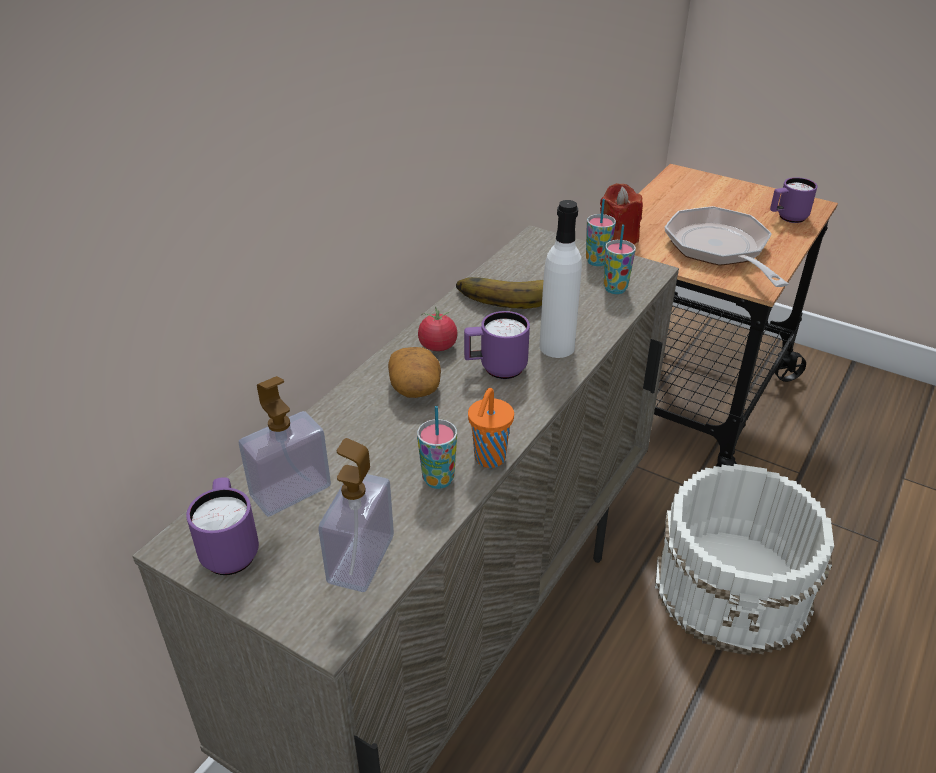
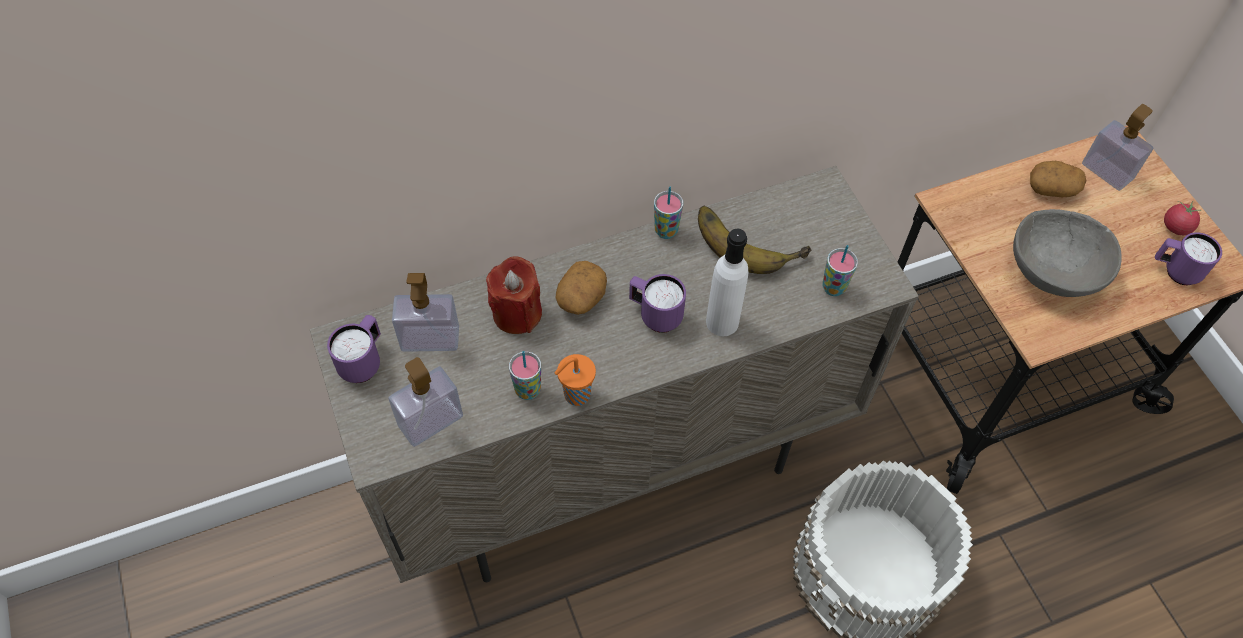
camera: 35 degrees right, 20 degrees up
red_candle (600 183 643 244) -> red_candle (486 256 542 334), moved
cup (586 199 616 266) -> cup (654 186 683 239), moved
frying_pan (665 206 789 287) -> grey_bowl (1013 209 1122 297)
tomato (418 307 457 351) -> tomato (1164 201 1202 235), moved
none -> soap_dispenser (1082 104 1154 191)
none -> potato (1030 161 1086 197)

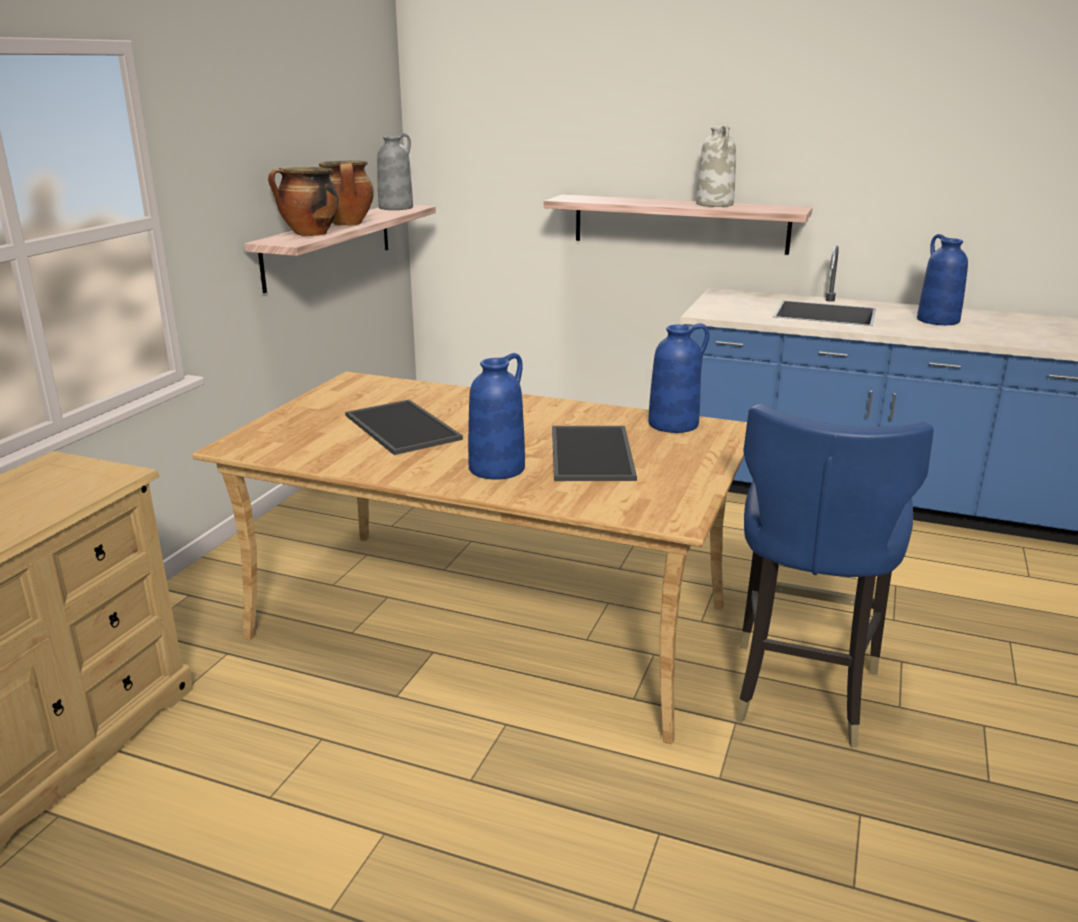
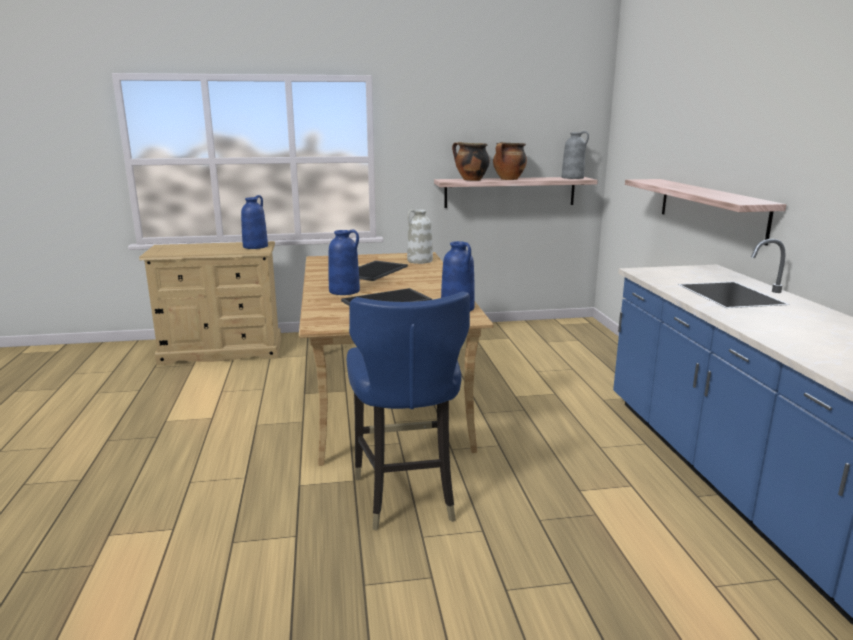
camera: 60 degrees right, 5 degrees down
white_vase (696 125 736 207) -> white_vase (407 209 433 264), moved
blue_vase (917 234 968 325) -> blue_vase (241 195 268 249), moved
blue_chair (735 404 934 747) -> blue_chair (347 291 470 530), 90 degrees counterclockwise

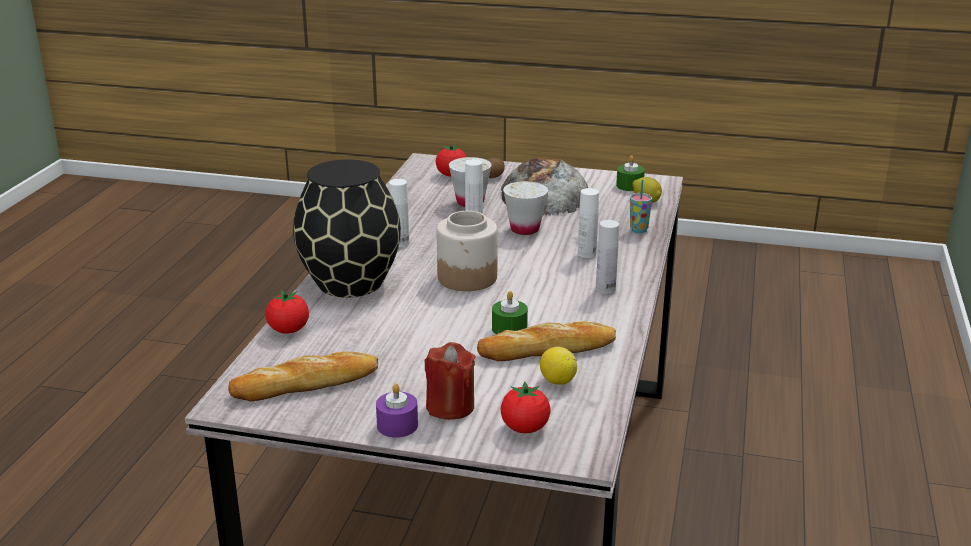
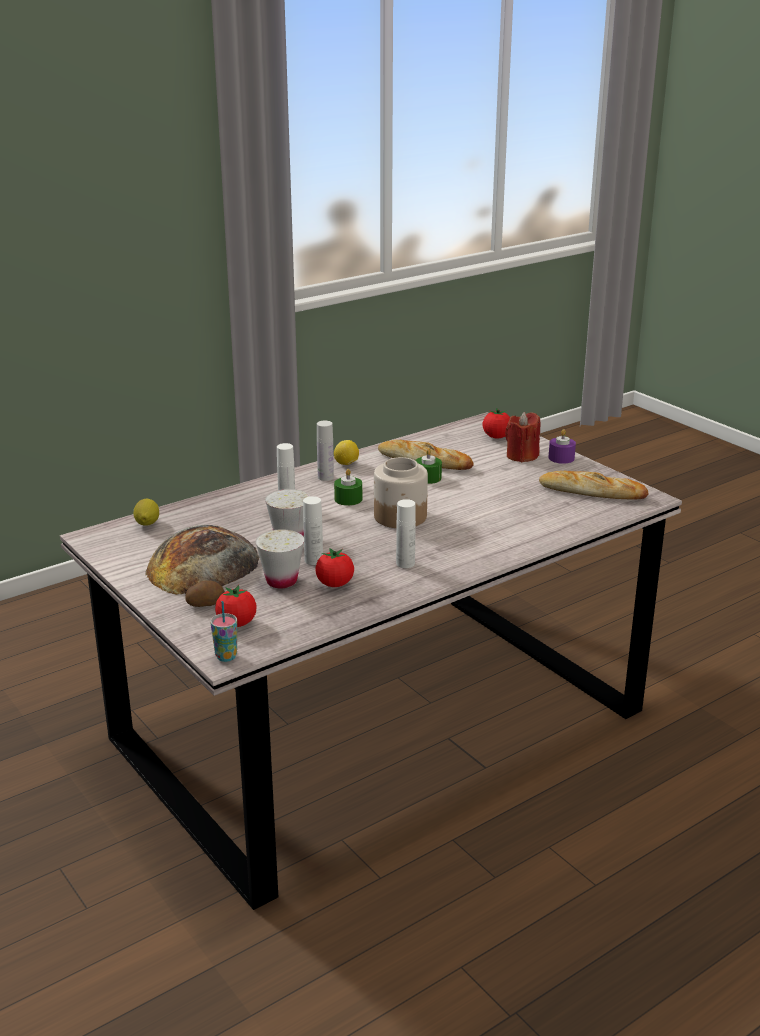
camera: 140 degrees left, 0 degrees up
green_candle (616 155 645 191) -> green_candle (334 469 362 506), moved
black_vase (293 159 401 298) -> none
cup (630 180 652 233) -> cup (210 601 237 662), moved
tomato (265 290 309 334) -> tomato (315 548 354 587), moved
lemon (540 347 577 385) -> lemon (334 440 359 465), moved

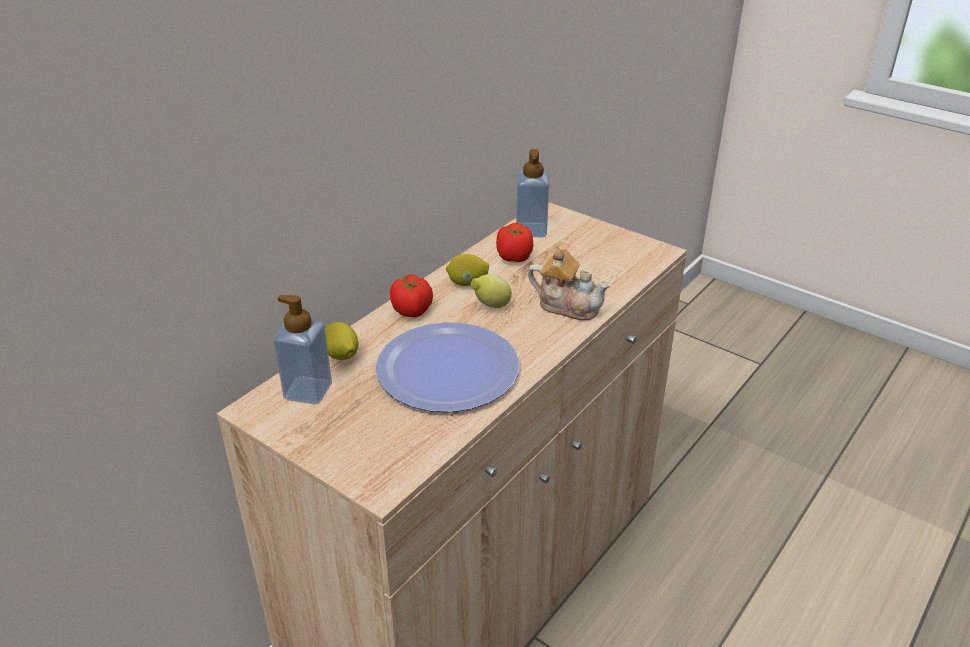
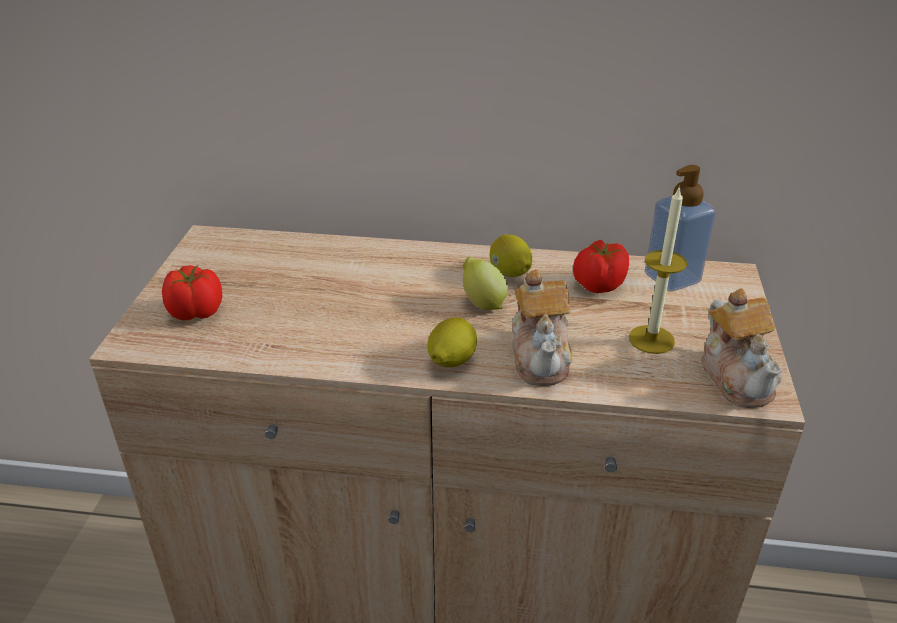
camera: 60 degrees right, 0 degrees up
tomato (390 274 433 318) -> tomato (162 265 222 320), moved
soap_dispenser (274 295 332 404) -> none
lemon (325 322 358 360) -> lemon (427 317 477 367), moved
plate (376 322 519 412) -> none
none -> candle (629 185 687 354)
none -> teapot (701 288 782 408)

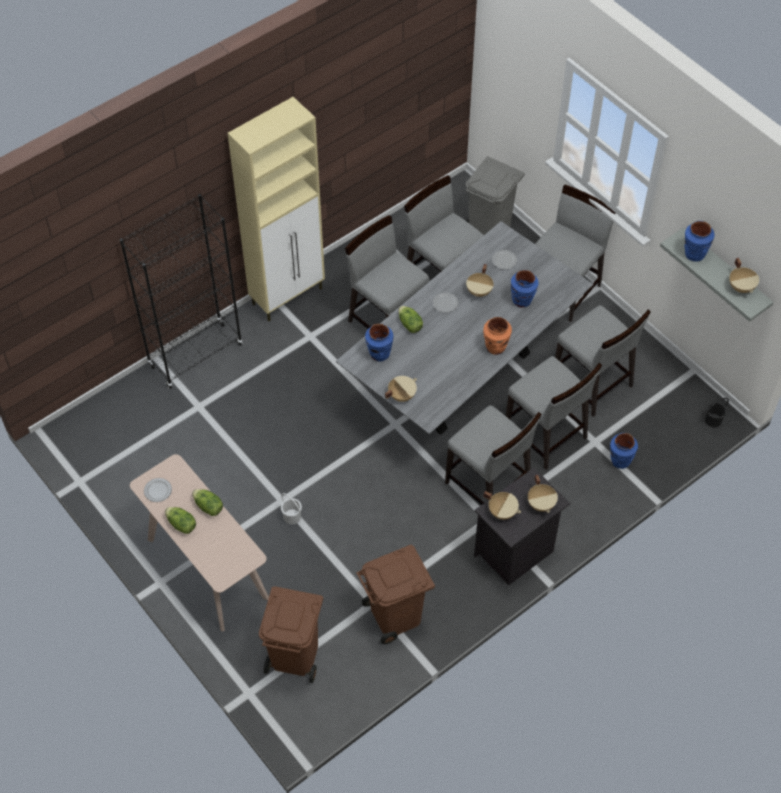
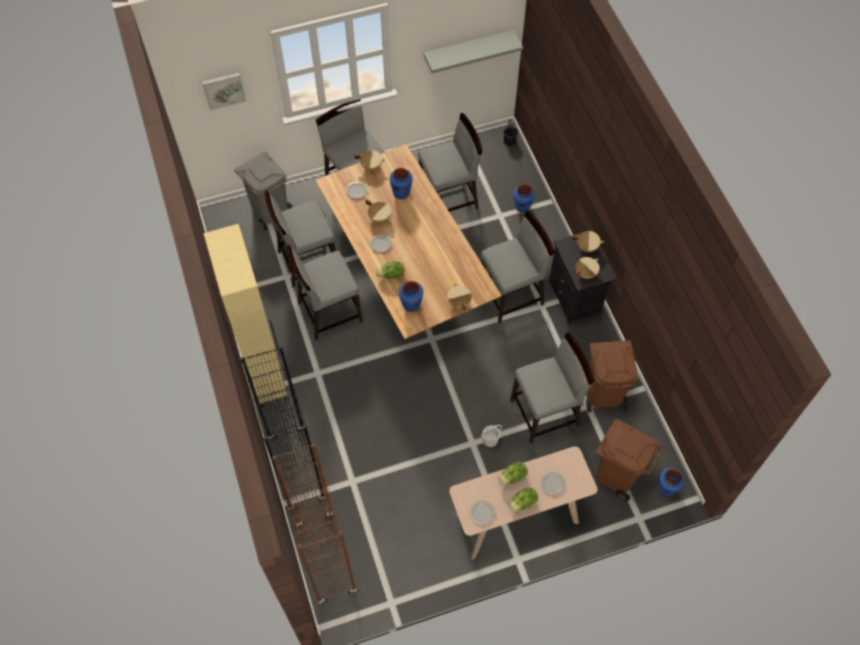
camera: 70 degrees left, 5 degrees up
grey_dining_table (336 221 594 435) -> brown_dining_table (315 144 502 339)
blue_vase (684 221 715 261) -> blue_vase (659 467 685 496), moved
beige_cooking_pot (729 258 759 293) -> beige_cooking_pot (354 150 385 170), moved
orange_vase (483 317 512 355) -> none
grey_chair (506 356 602 470) -> grey_chair (510 332 594 443), moved
none -> picture (202 72 246 110)
none -> brown_bookcase (272 443 357 605)
none -> plate (541 472 566 495)

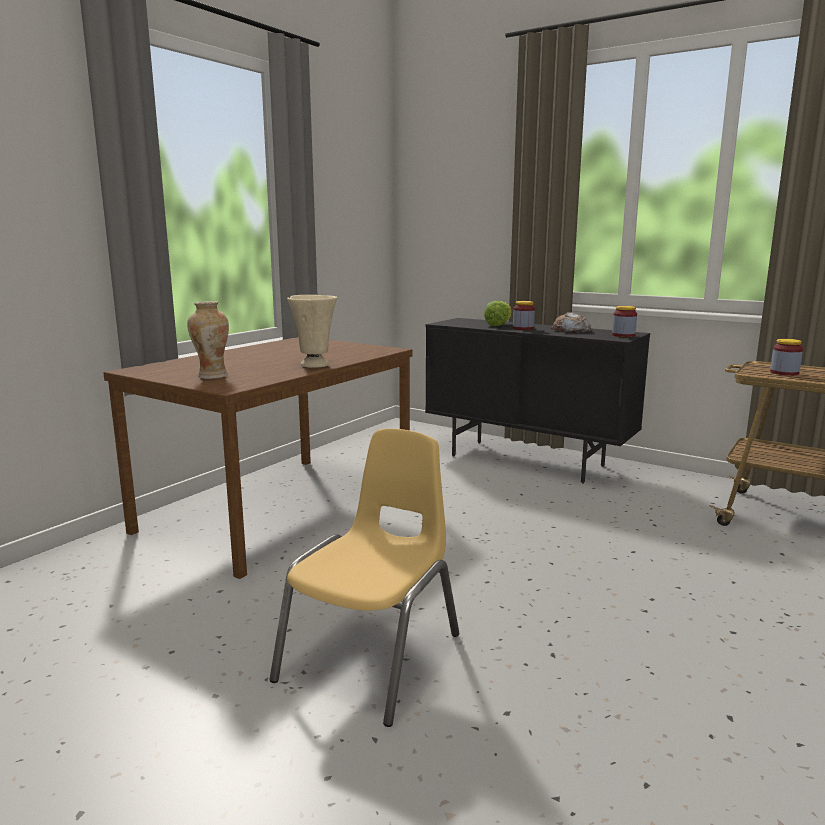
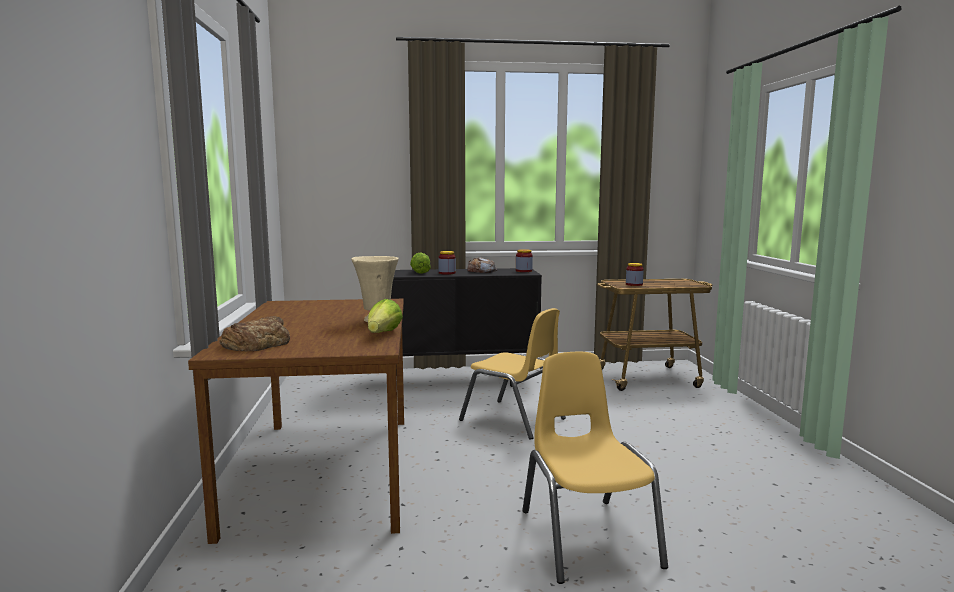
camera: 40 degrees left, 5 degrees down
vase (187 301 229 379) -> none
none -> lettuce (368 299 403 333)
none -> yellow_chair (459 308 566 440)
none -> bread (219 316 290 351)

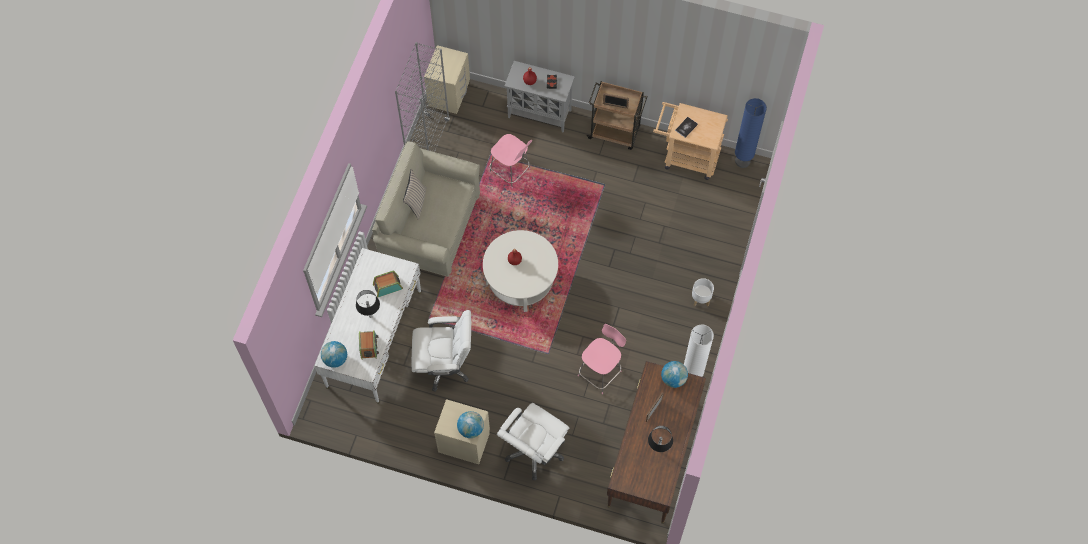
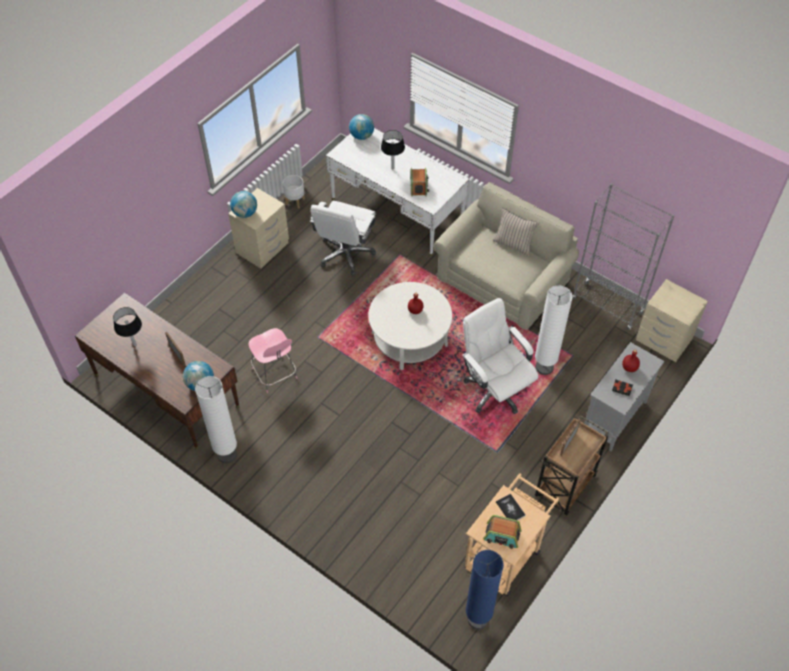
camera: 110 degrees right, 10 degrees down
pink_chair (489 134 532 189) -> white_floor_lamp (535 285 573 375)
white_planter (692 278 714 306) -> white_planter (283 175 305 209), moved
radio (359 330 379 360) -> radio (483 515 522 549), moved
white_office_chair (497 403 569 480) -> white_office_chair (462 298 538 414), moved

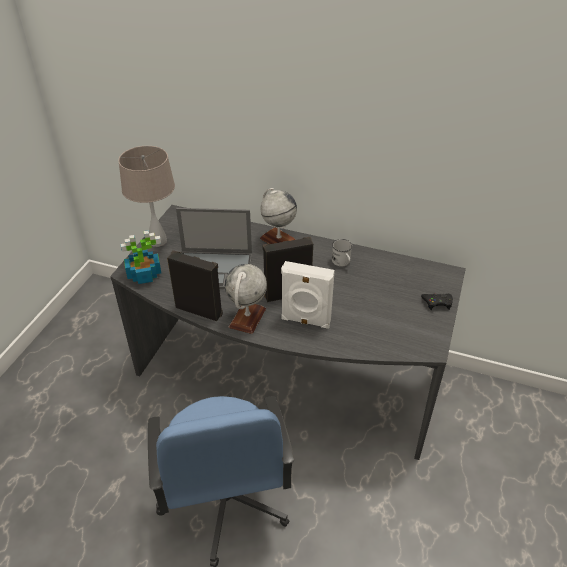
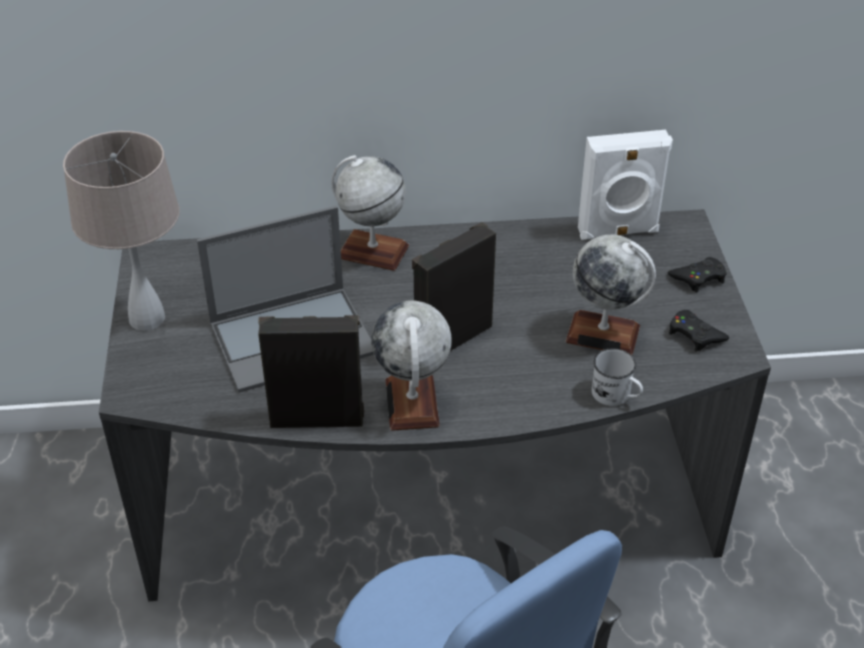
camera: 25 degrees left, 0 degrees up
potted_plant (121 230 161 284) -> none
white_mug (332 239 353 267) -> white_mug (592 348 643 406), moved
white_speaker (281 261 335 329) -> white_speaker (578 130 673 240), moved
none -> globe (565 235 656 355)
none -> black_game_controller (669 310 729 352)

